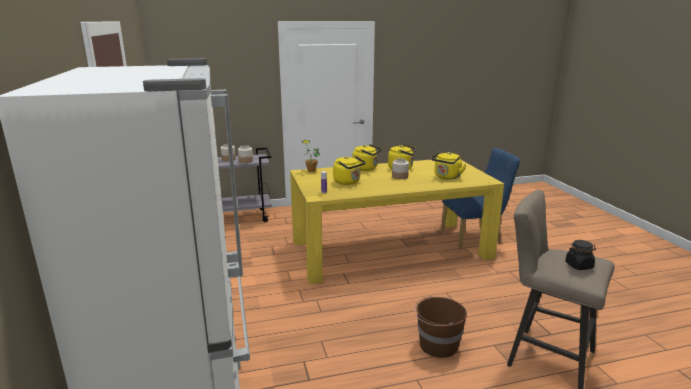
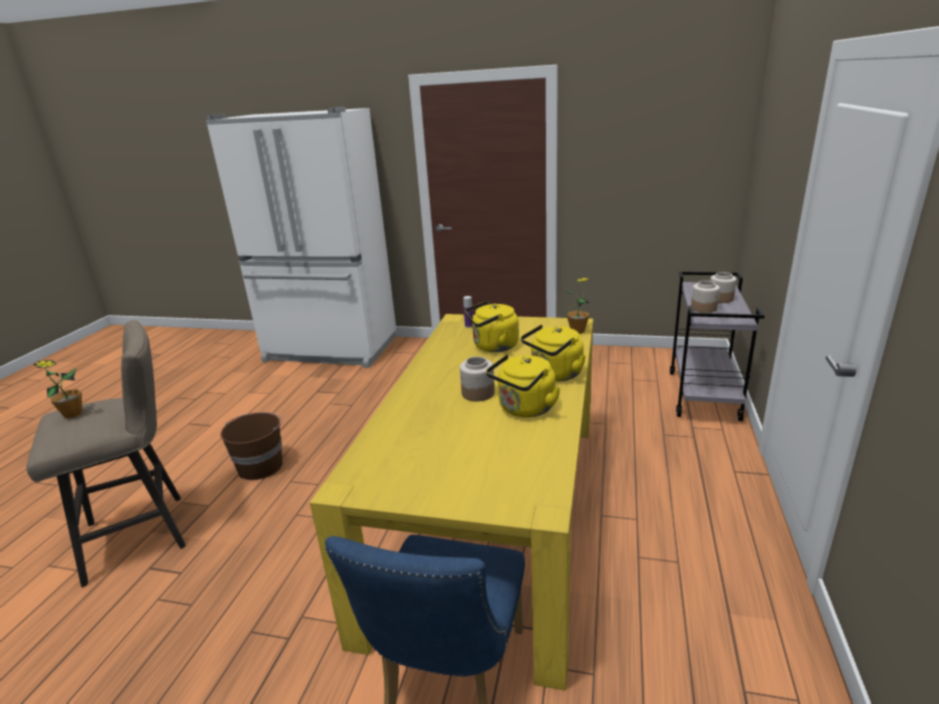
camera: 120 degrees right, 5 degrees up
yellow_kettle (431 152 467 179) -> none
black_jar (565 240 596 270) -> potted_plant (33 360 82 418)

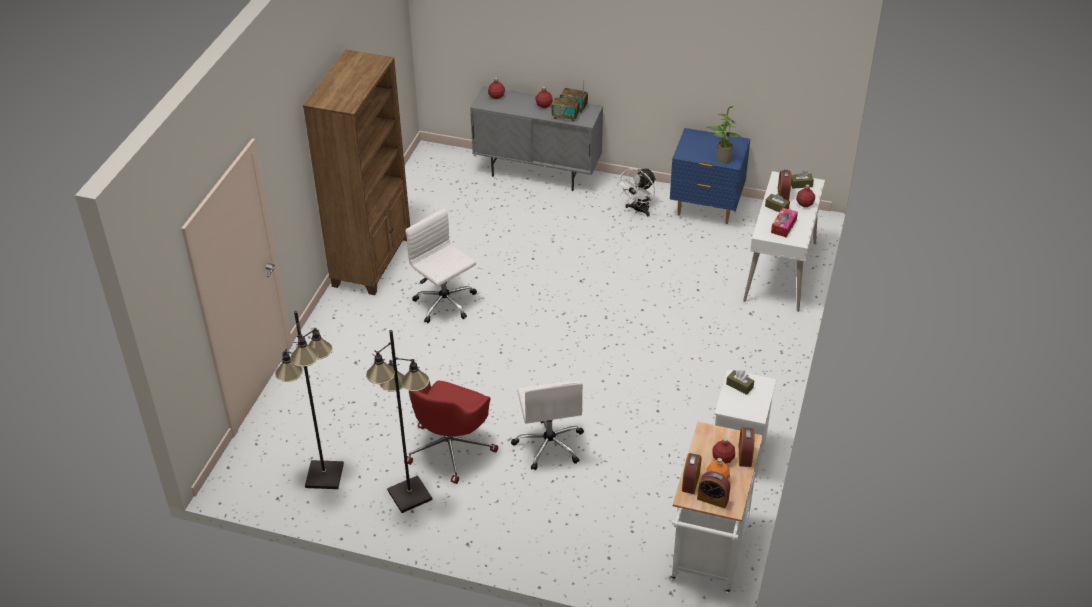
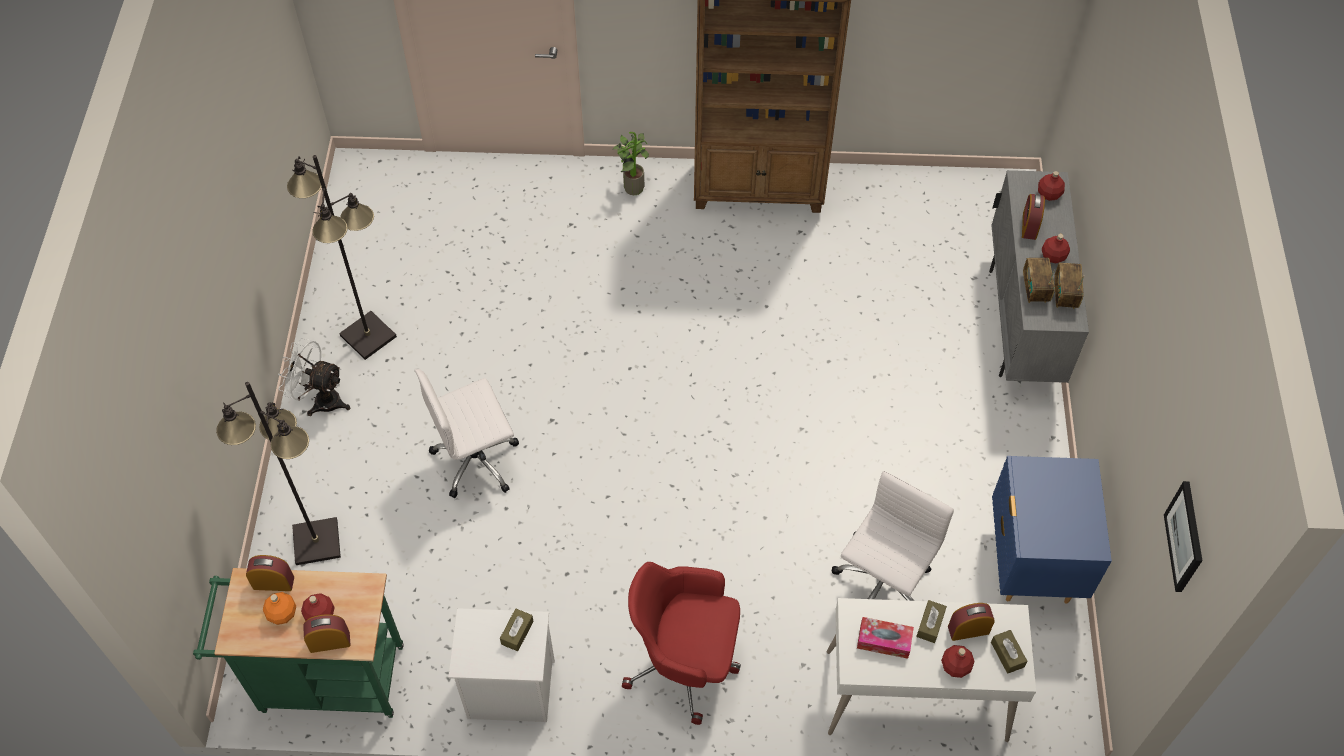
camera: 75 degrees right, 15 degrees up
potted_plant (707 106 741 164) -> potted_plant (612 132 649 195), moved
white_fan (616 168 656 216) -> white_fan (278 338 350 416), moved
white_office_chair (405 208 477 323) -> white_office_chair (832 471 954 601), moved
black_floor_lamp (275 311 344 489) -> black_floor_lamp (216 382 341 565), moved
red_office_chair (404 381 498 484) -> red_office_chair (622 562 741 725), moved
white_cart (669 422 763 593) -> green_cart (193 568 404 718)
alarm_clock (697 471 730 508) -> alarm_clock (1022 194 1045 240), moved
none -> picture (1164 481 1202 592)

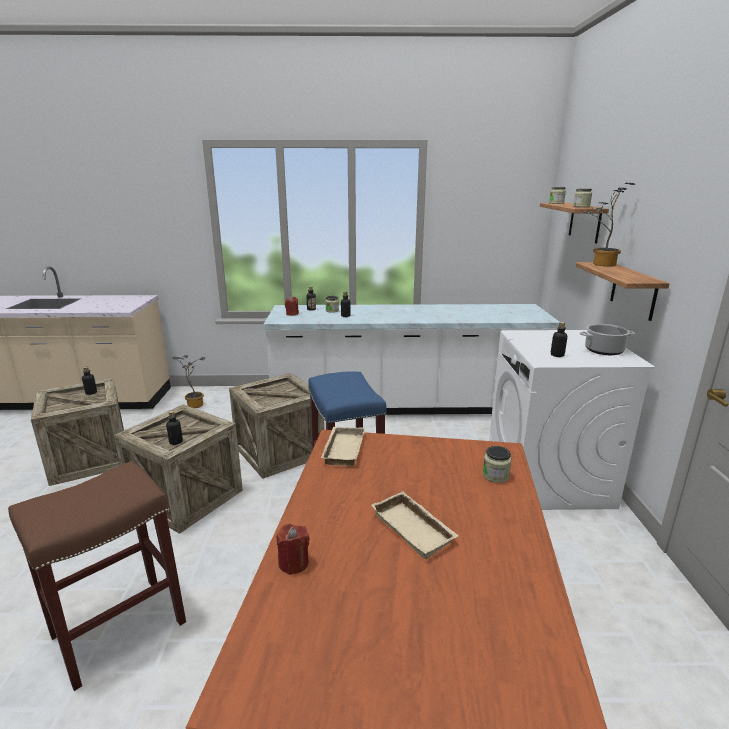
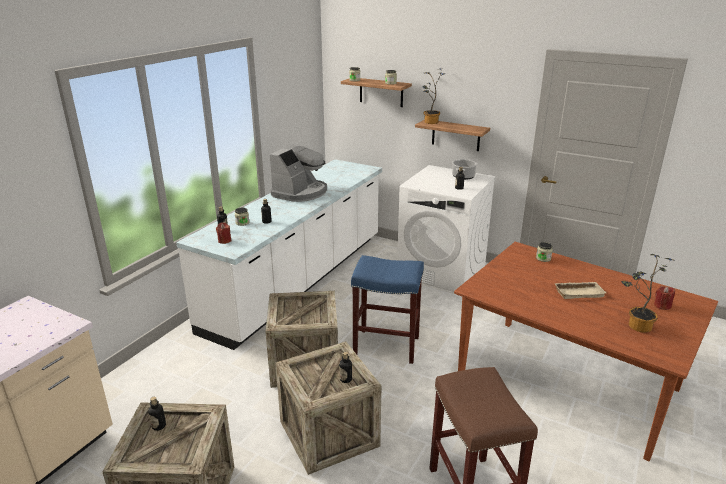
camera: 60 degrees left, 5 degrees up
potted_plant (172 355 205 408) -> potted_plant (621 254 676 333), moved
beige_tray (321 427 365 466) -> none
red_candle (277 524 310 575) -> red_candle (654 286 675 310), moved
none -> coffee_machine (270 143 327 202)

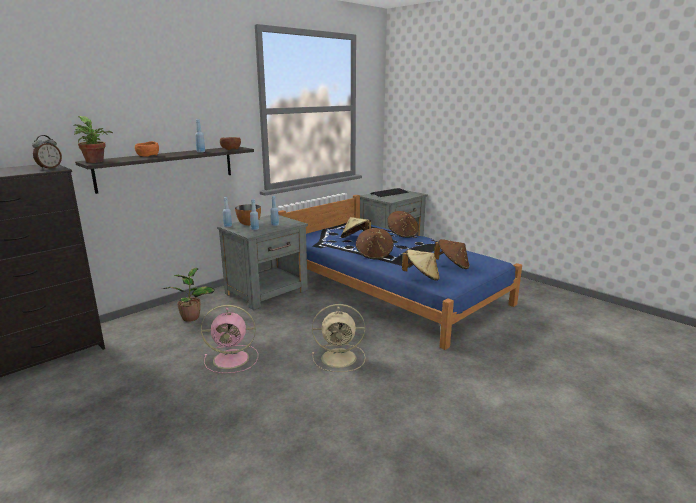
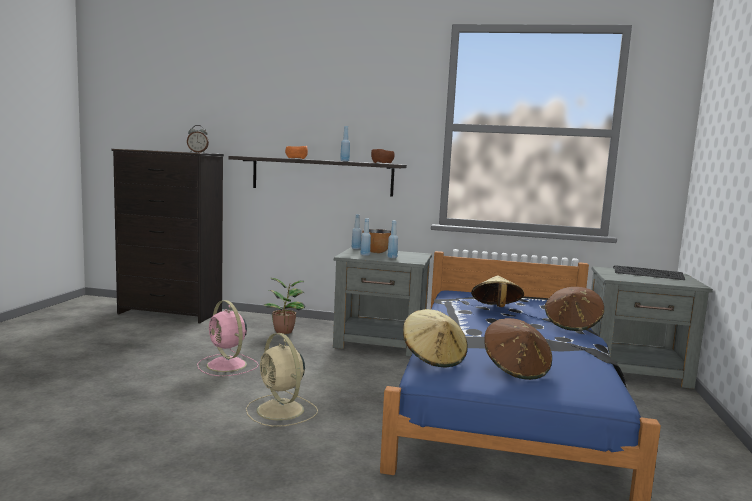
camera: 55 degrees right, 10 degrees down
potted_plant (73 116 113 163) -> none
brown_hat (356 228 394 260) -> none

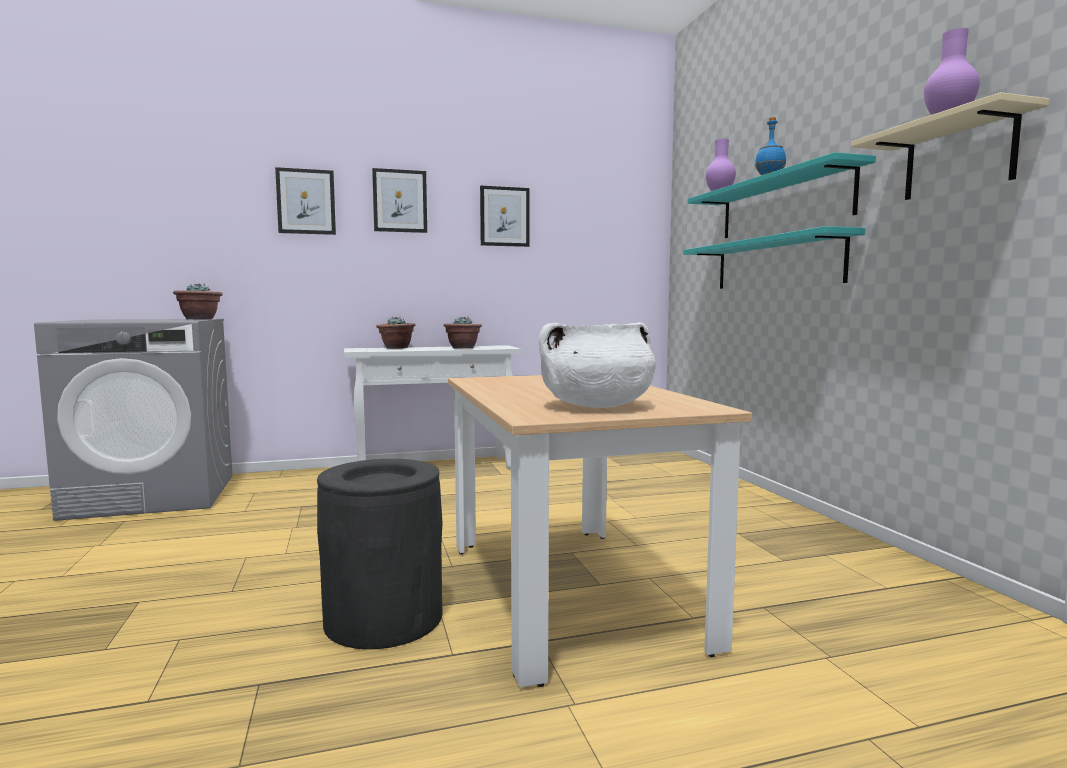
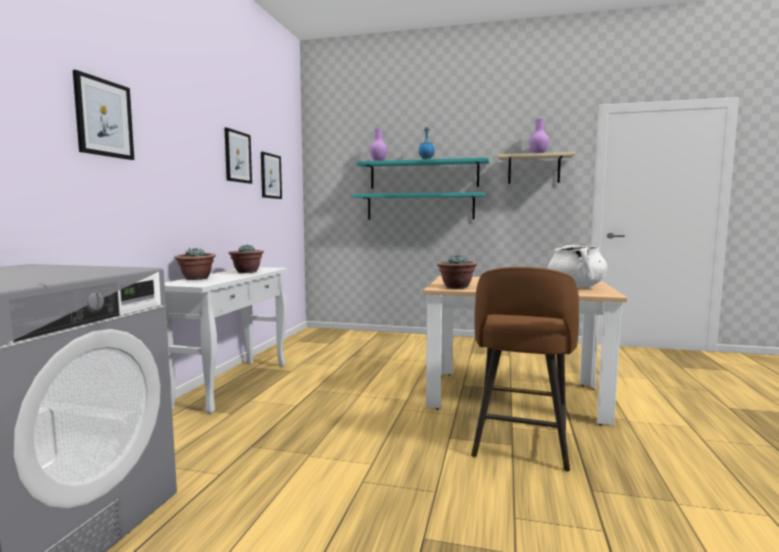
camera: 60 degrees left, 0 degrees up
picture (372 168 427 233) -> picture (261 152 282 199), moved
potted_plant (173 283 223 319) -> potted_plant (437 254 477 289), moved
black_trash_can (317 459 443 649) -> brown_stool (471 267 579 471)

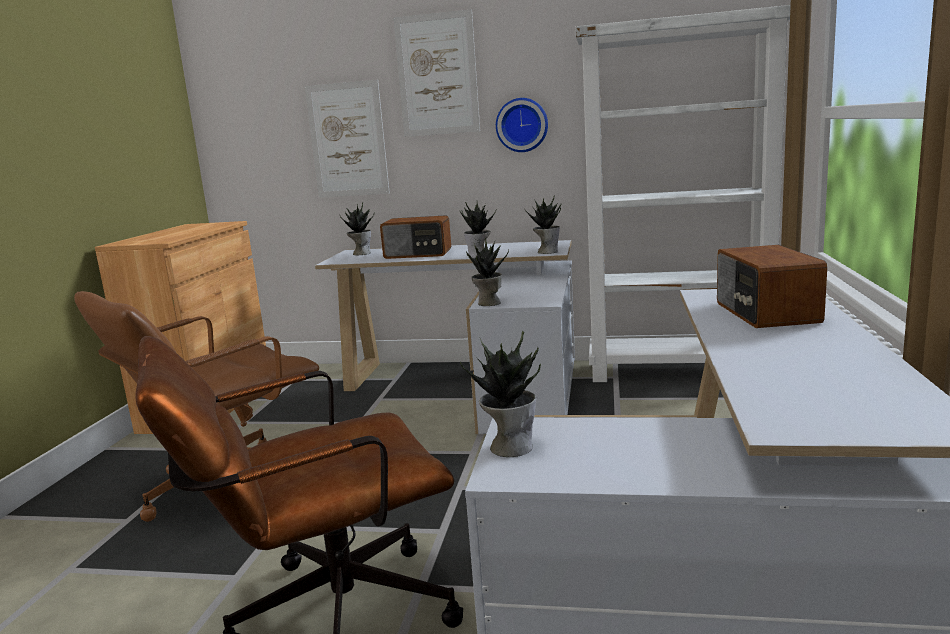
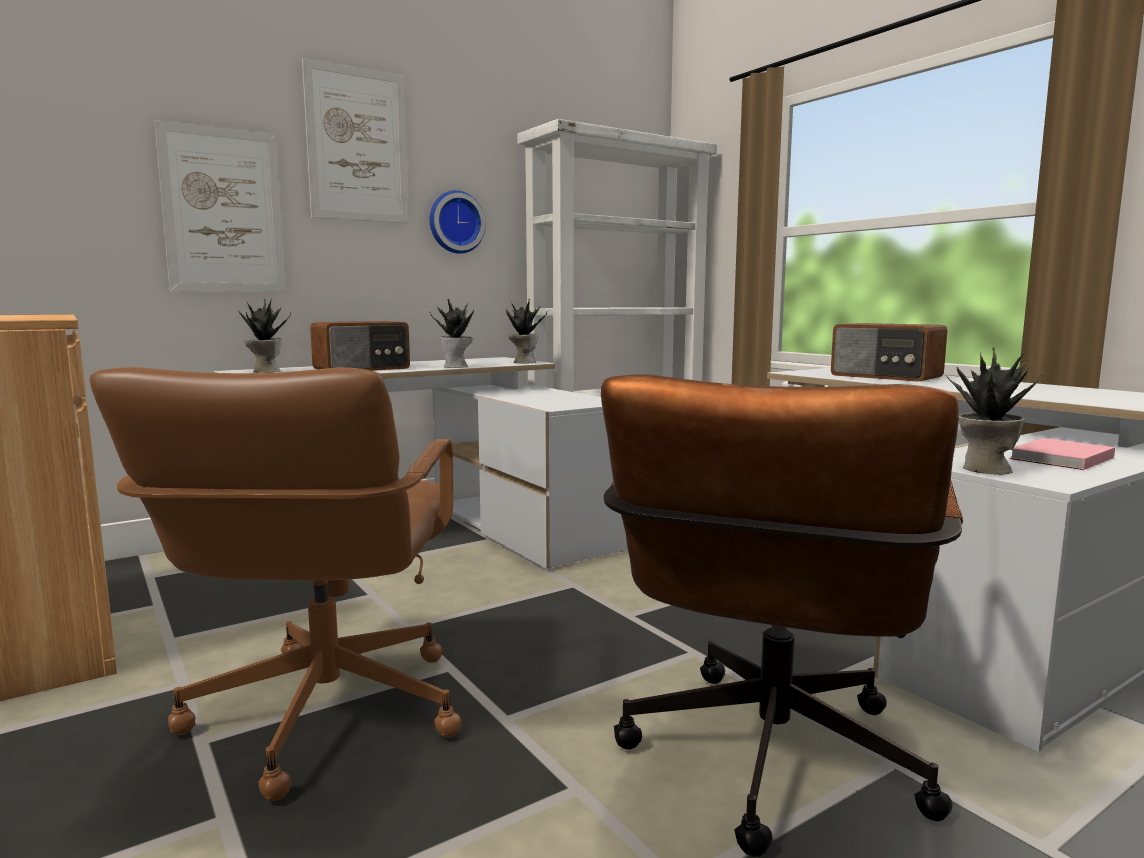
camera: 45 degrees left, 5 degrees down
potted_plant (466 238 509 306) -> none
none -> pink_book (1009 438 1115 470)

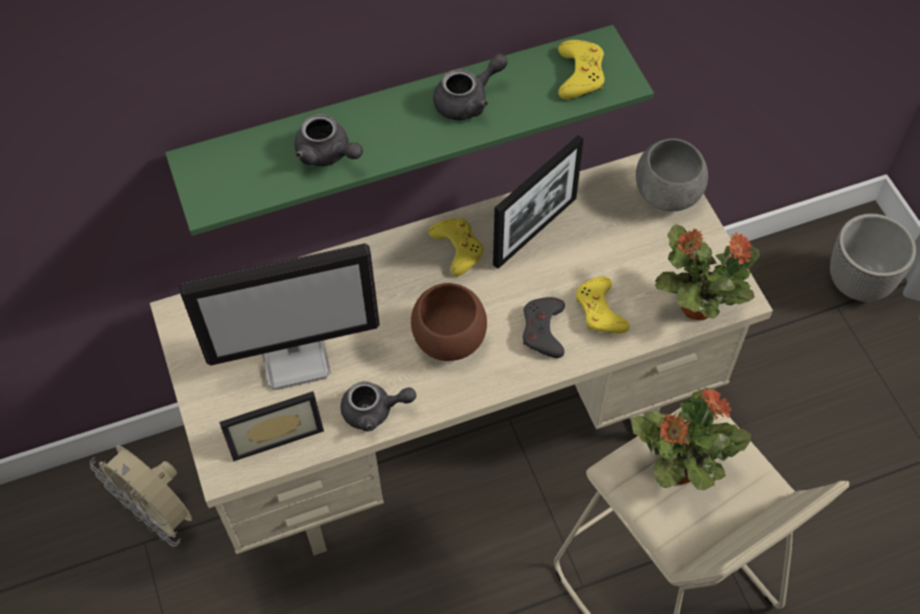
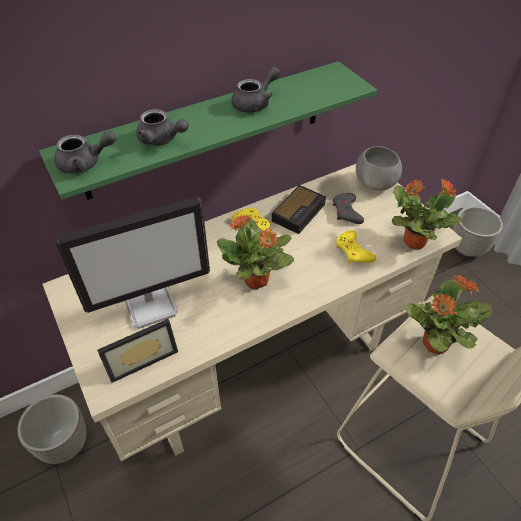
camera: 10 degrees left, 10 degrees down
yellow_game_controller (558 40 605 99) -> none
picture_frame (493 135 584 269) -> alarm_clock (272 185 326 234)
brown_bowl (411 283 487 361) -> potted_plant (217 214 294 290)
grey_game_controller (523 297 565 358) -> grey_game_controller (333 193 364 224), moved
grey_teapot (341 381 416 431) -> grey_teapot (54 131 116 174), moved
beige_fan (90 446 192 547) -> planter (17 394 87 464)

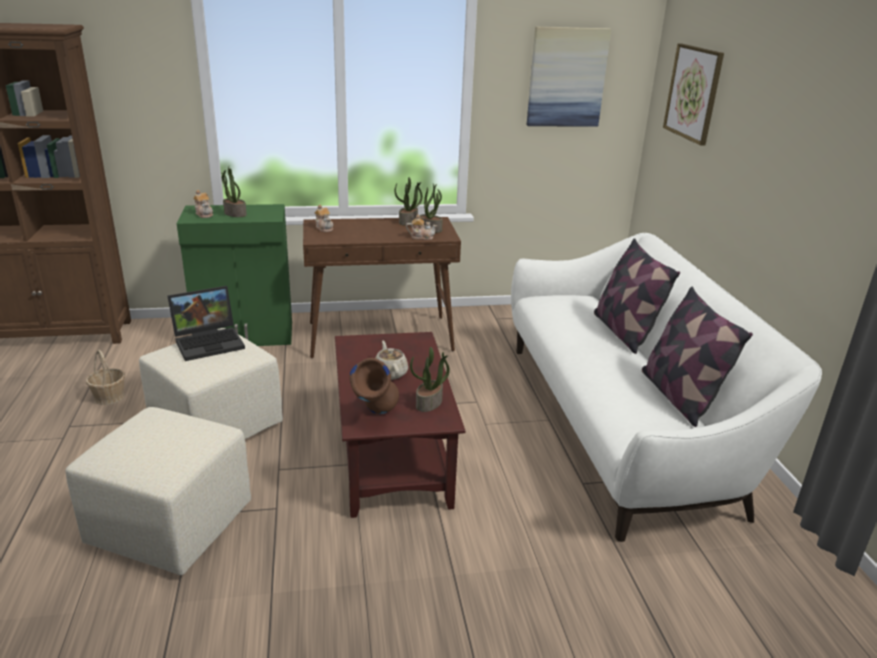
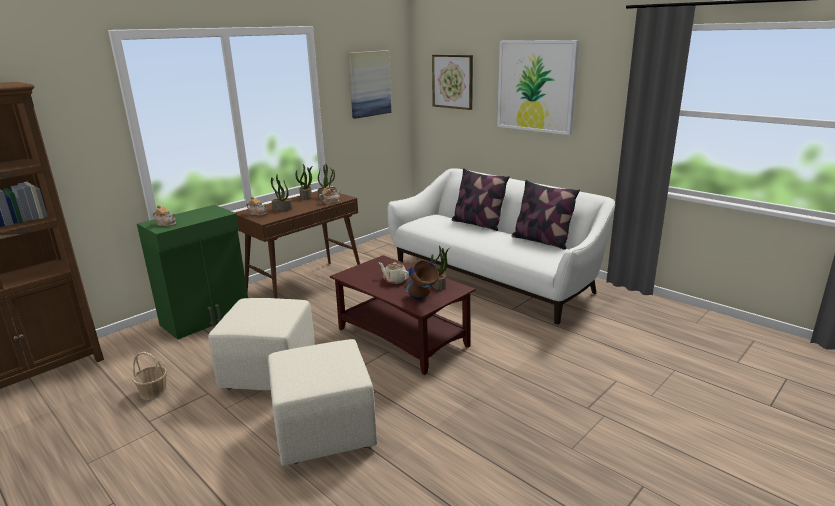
camera: 35 degrees left, 5 degrees down
potted_plant (221 167 247 217) -> potted_plant (271 174 293 211), moved
laptop (167 286 245 361) -> none
none -> picture (497 40 579 135)

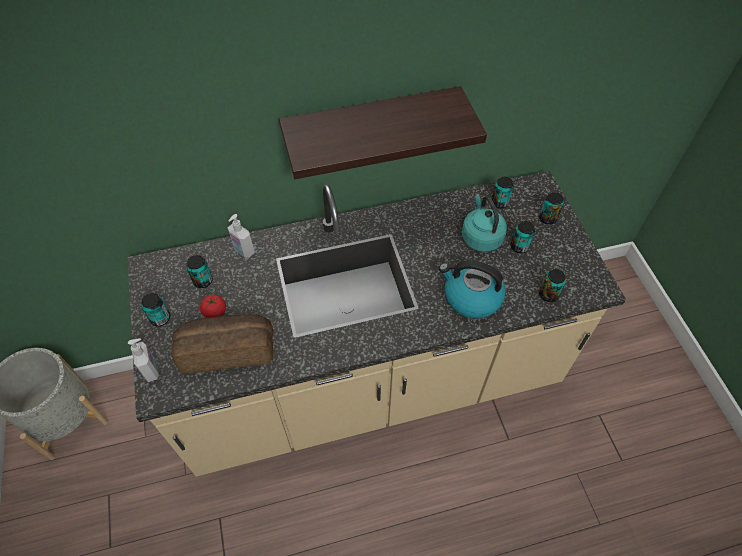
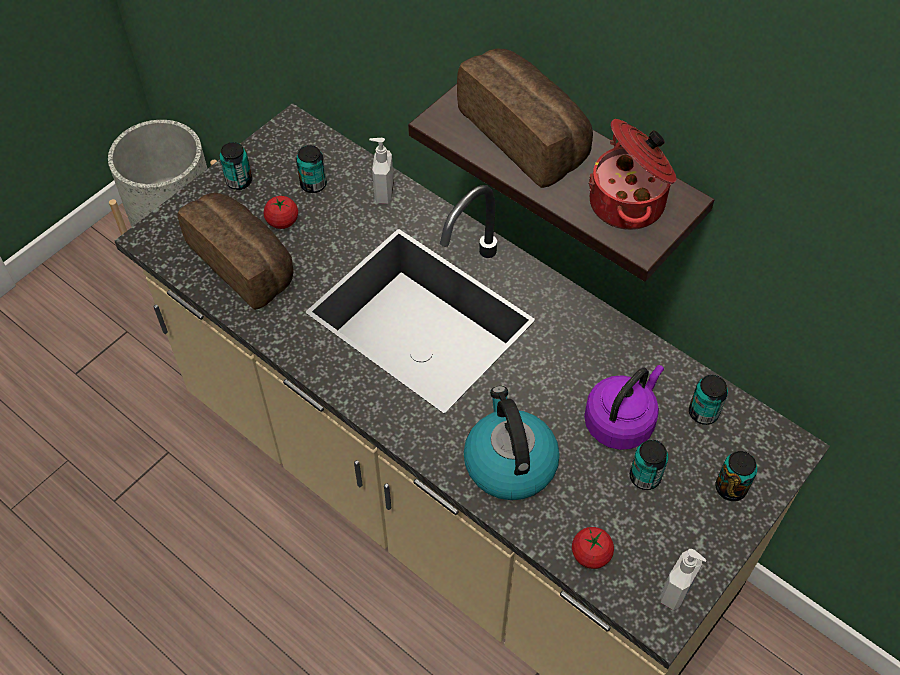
camera: 55 degrees right, 0 degrees up
turquoise_kettle (462 194 507 252) -> purple_kettle (584 365 664 450)
can (539 269 566 302) -> tomato (572 527 614 569)
soap_dispenser (128 338 159 382) -> soap_dispenser (661 549 706 610), moved
none -> bread (457 48 593 188)
none -> cooking_pot (588 119 676 230)

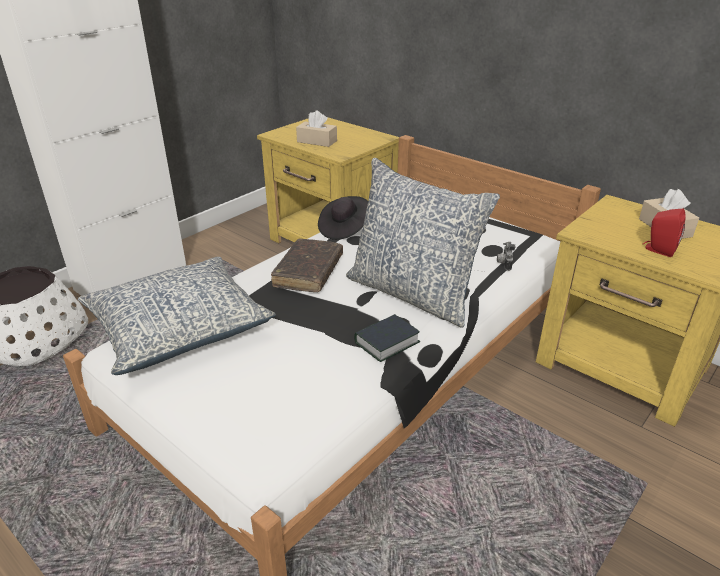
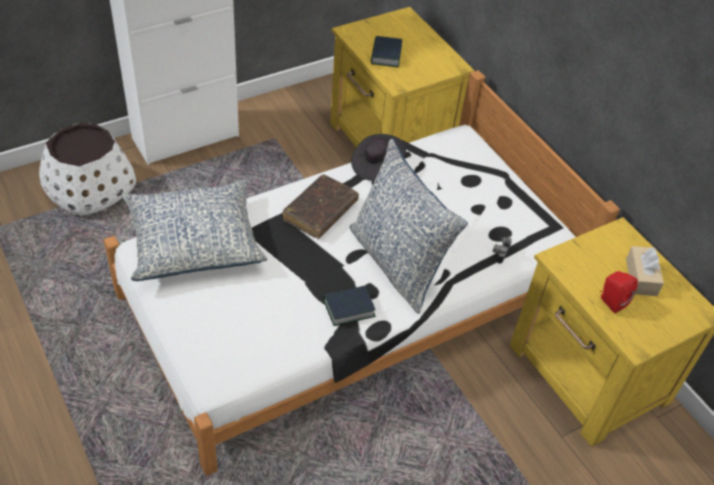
camera: 15 degrees right, 15 degrees up
beige_tissue_box (296 110 337 147) -> book (371 36 402 67)

